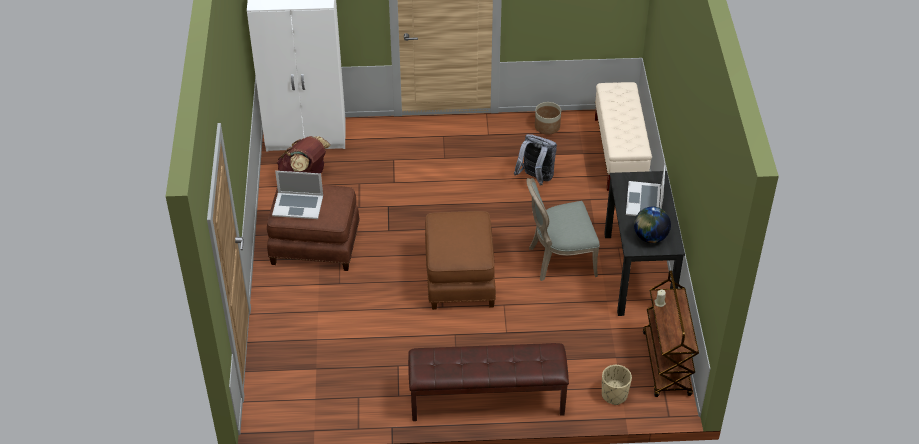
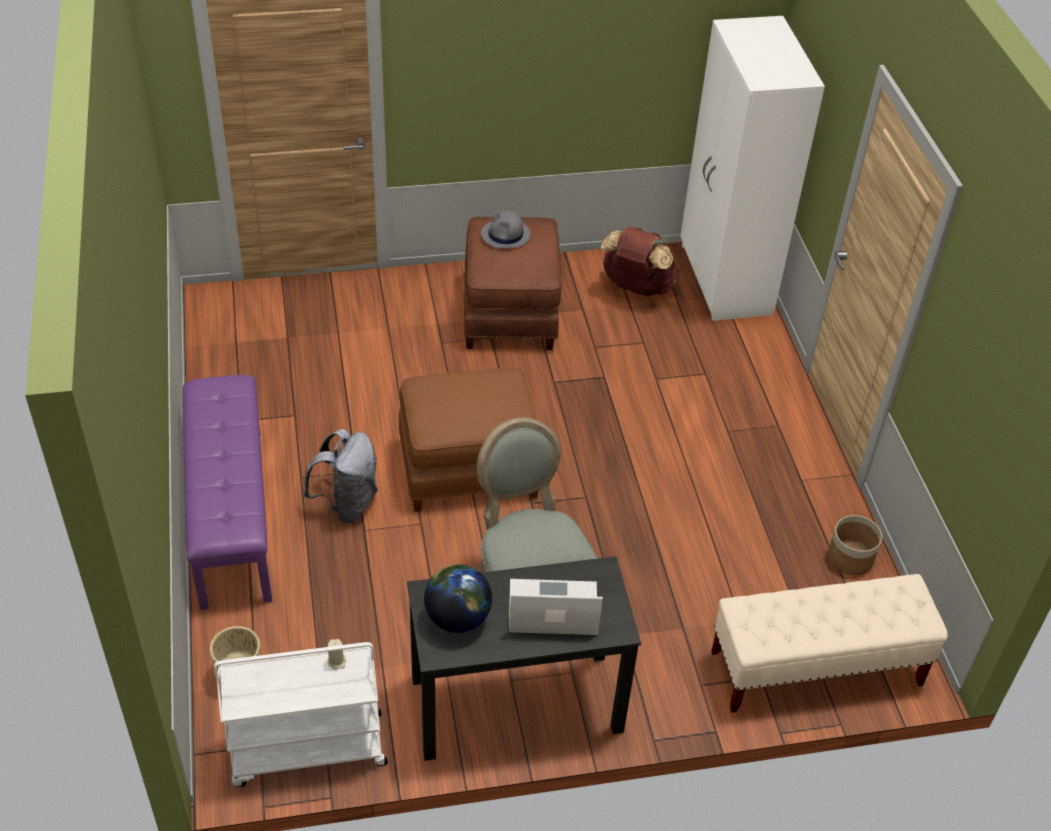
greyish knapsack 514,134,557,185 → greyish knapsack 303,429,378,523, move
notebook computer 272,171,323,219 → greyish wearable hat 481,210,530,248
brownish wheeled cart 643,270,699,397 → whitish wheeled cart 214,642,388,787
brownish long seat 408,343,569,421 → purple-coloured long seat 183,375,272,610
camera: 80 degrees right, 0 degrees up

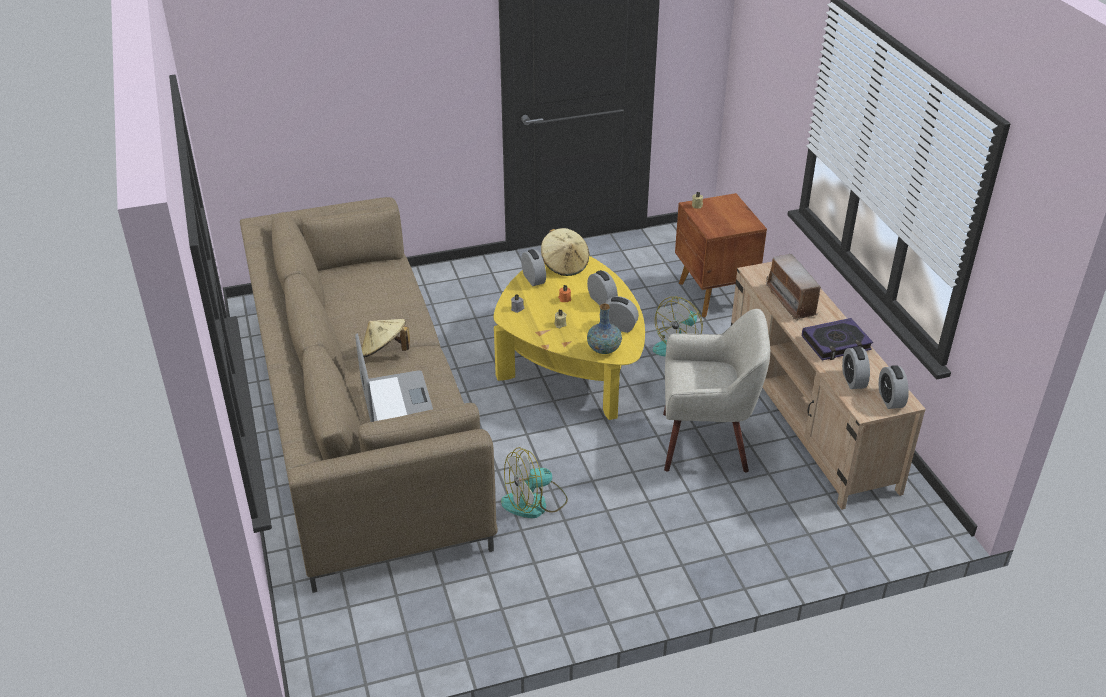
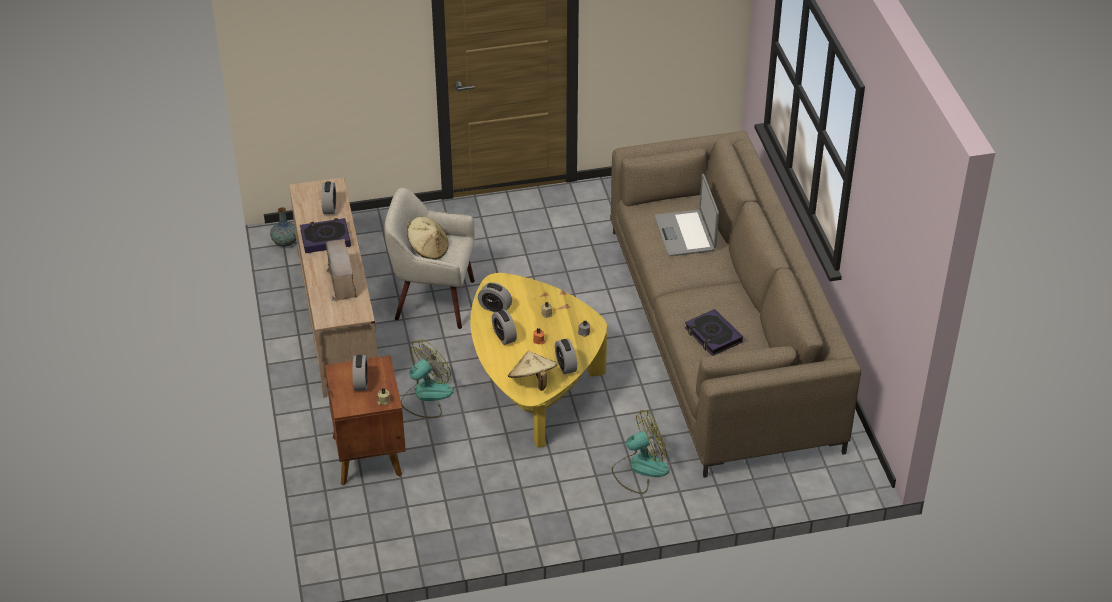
flower vase 587,304,622,354 → flower vase 270,207,296,247, move
sand-coloured wearable hat 362,319,410,358 → sand-coloured wearable hat 407,217,448,260, move
alarm clock 879,365,909,409 → alarm clock 352,355,368,391, move
fan 501,447,568,518 → fan 612,410,669,494, move
- → volume 685,309,743,356
camera: 175 degrees left, 5 degrees up

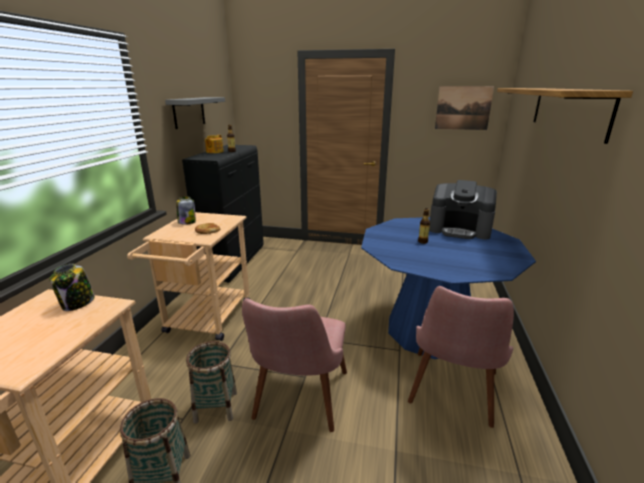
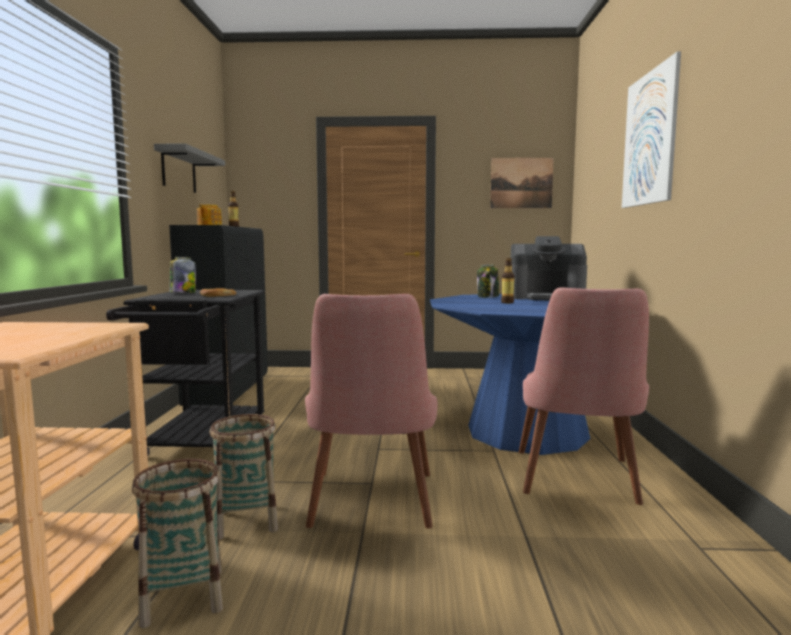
wall shelf 497,88,633,144 → wall picture 622,52,681,208
sand-coloured wheeled cart 127,212,250,341 → blackish wheeled cart 106,290,265,456
jar 49,264,95,311 → jar 477,265,499,298, move
camera: 10 degrees left, 15 degrees down

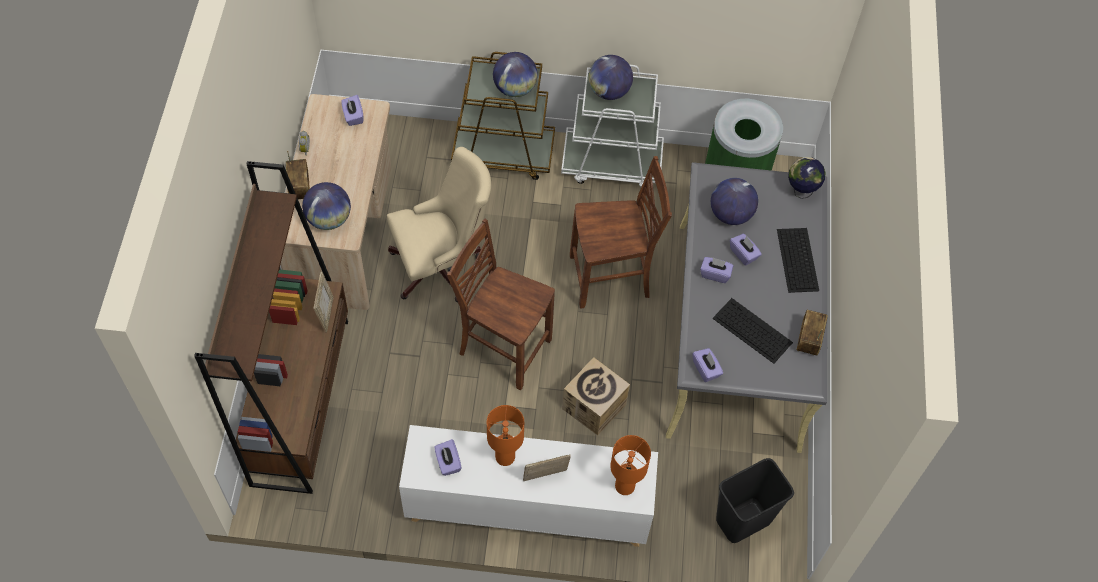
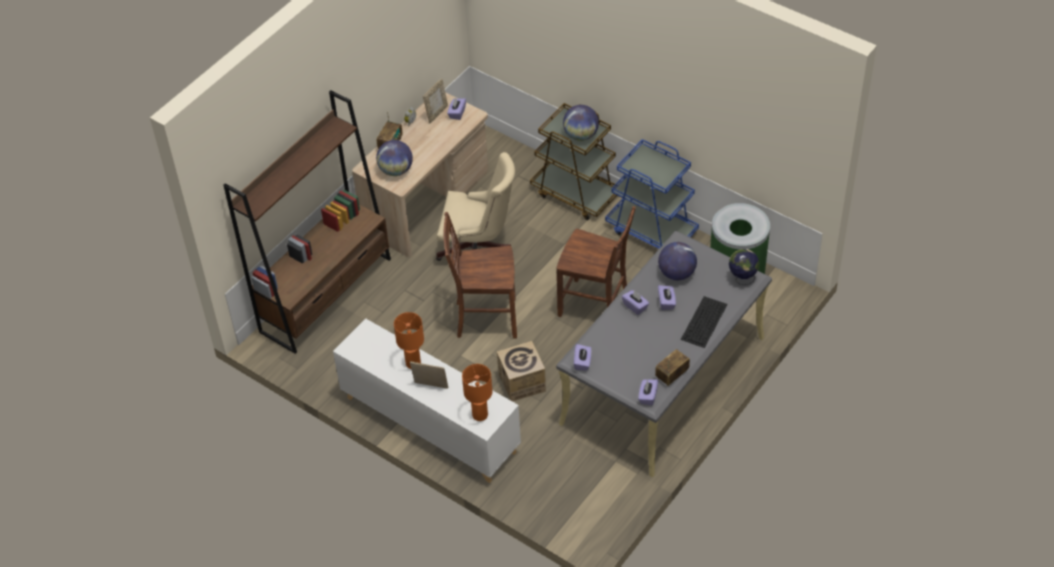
world globe 588,55,633,100 → -
whitish wheeled cart 561,64,664,187 → blue wheeled cart 605,139,699,249
brownish upright chair 447,219,555,390 → brownish upright chair 444,212,517,338, 60 degrees counterclockwise
standing frame 313,272,334,333 → standing frame 423,78,448,123, move
PC keyboard 712,298,793,364 → -
purple-coloured tissue holder 435,439,462,476 → purple-coloured tissue holder 638,379,658,405, move
blackish trash can 716,458,794,543 → -
camera: 35 degrees right, 10 degrees down

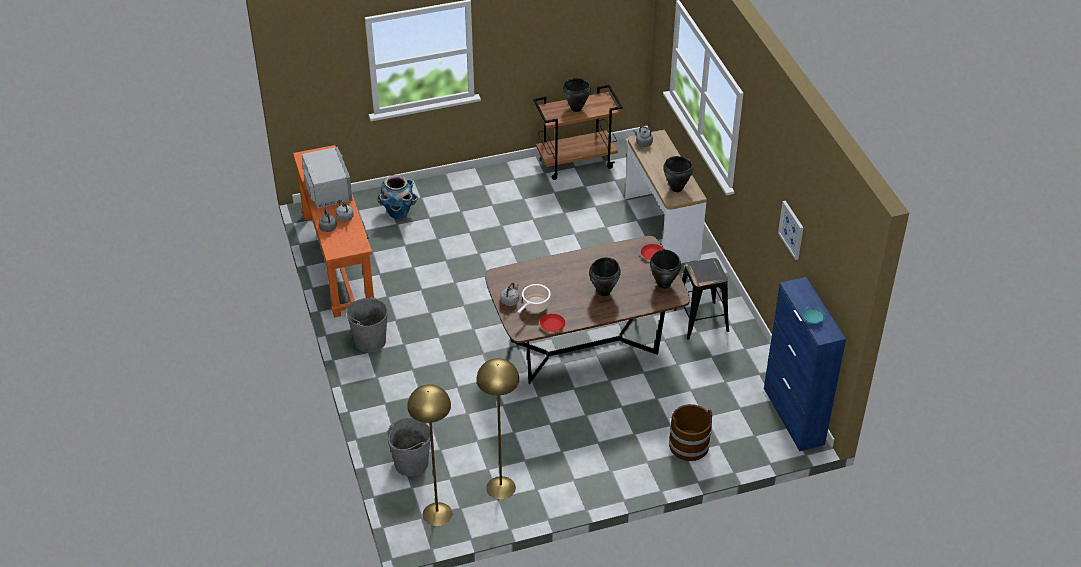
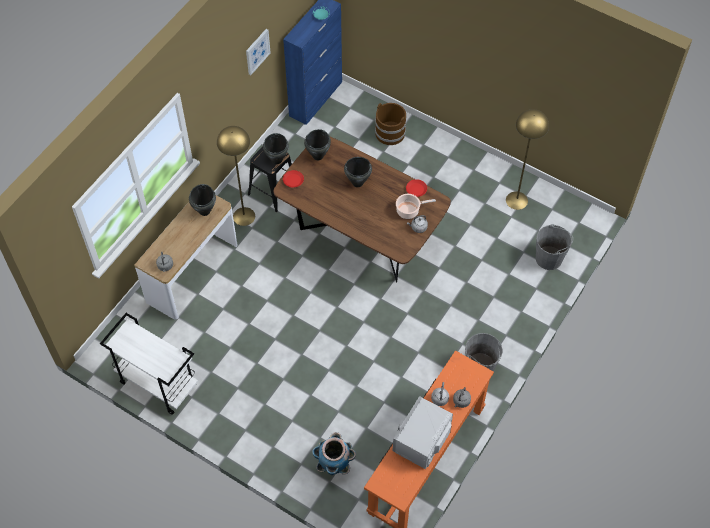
blackish saucepot 563,78,591,112 → blackish saucepot 263,133,289,164, move
brownish wheeled cart 533,85,623,180 → whitish wheeled cart 100,313,198,415
yellowish floor lamp 407,384,452,526 → yellowish floor lamp 217,126,255,226, move
camera: 130 degrees left, 15 degrees up

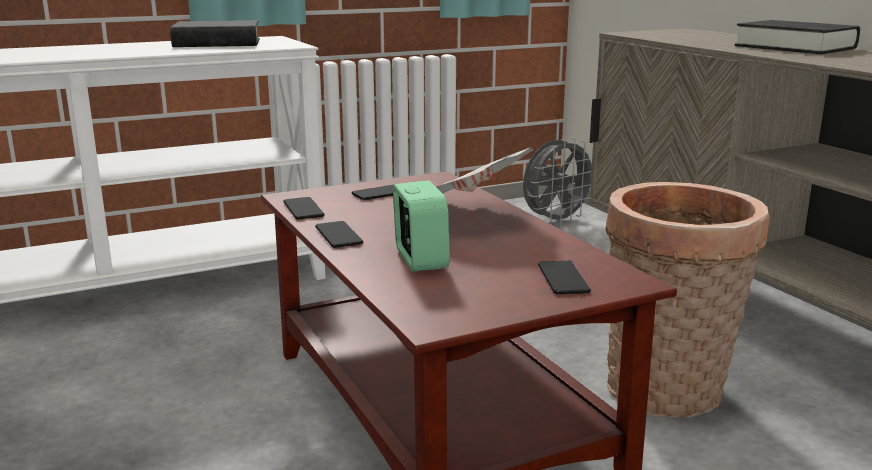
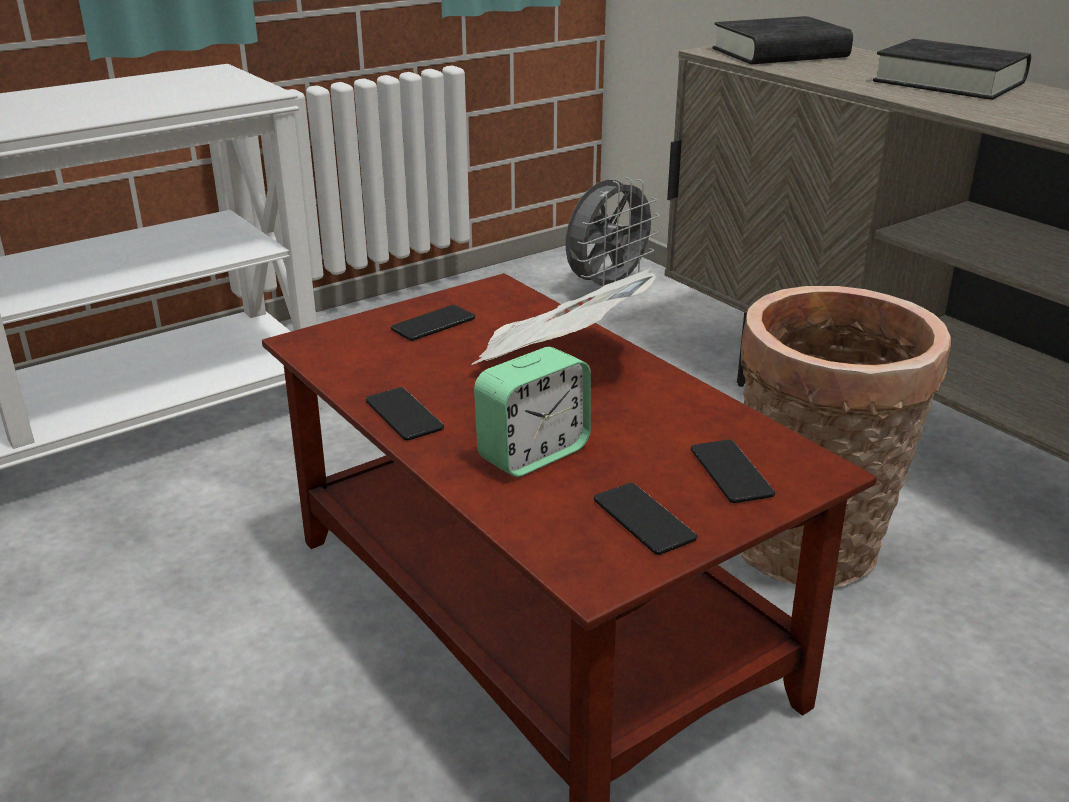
blackish volume 170,20,260,47 → blackish volume 713,16,853,64, move
alarm clock 393,180,450,272 → alarm clock 474,347,591,477, 75 degrees clockwise
handset 284,197,325,219 → handset 594,483,697,555, move
camera: 10 degrees left, 10 degrees up

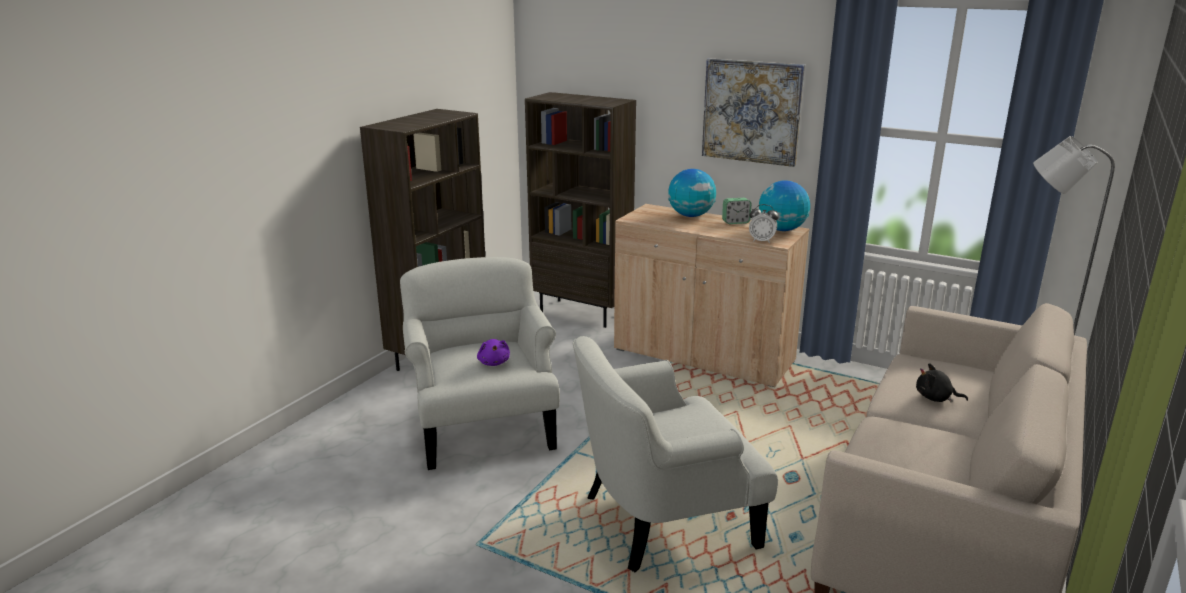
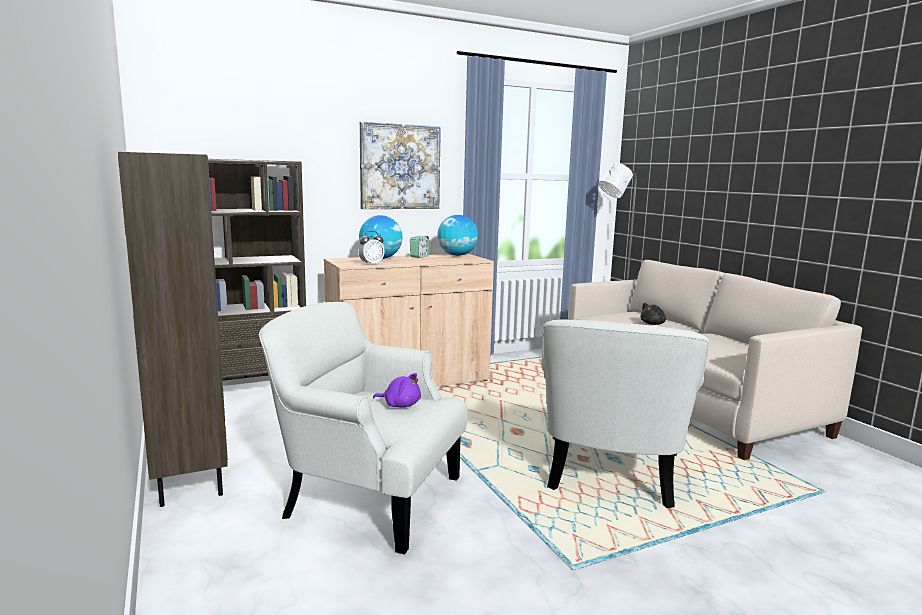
alarm clock 749,204,779,243 → alarm clock 358,231,385,266, move
camera: 55 degrees left, 10 degrees down

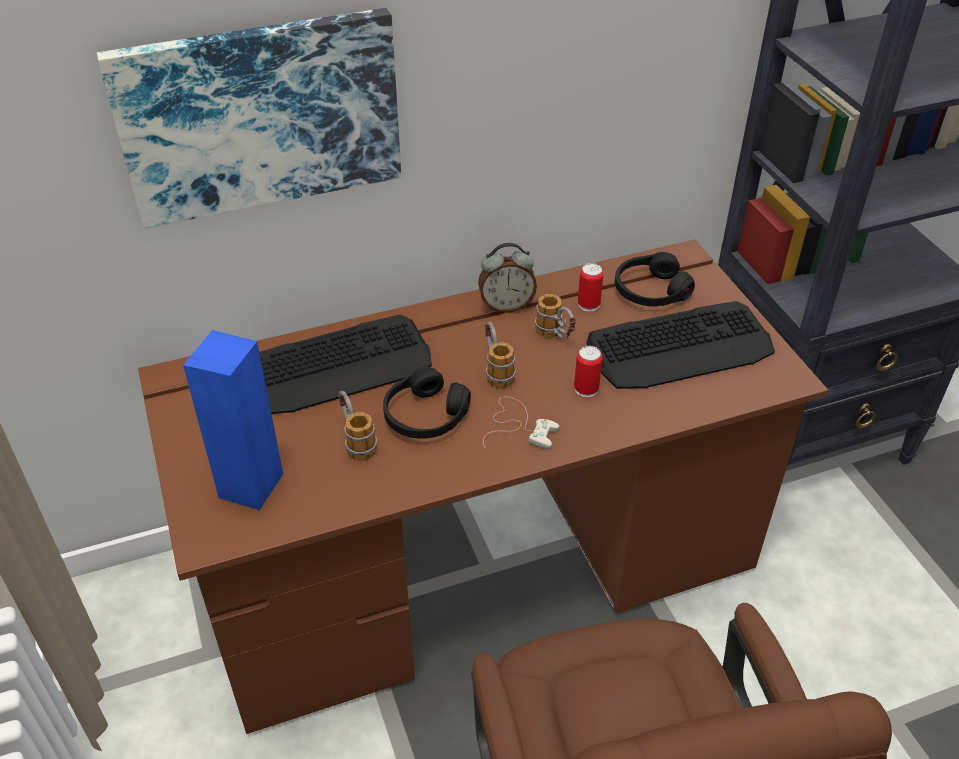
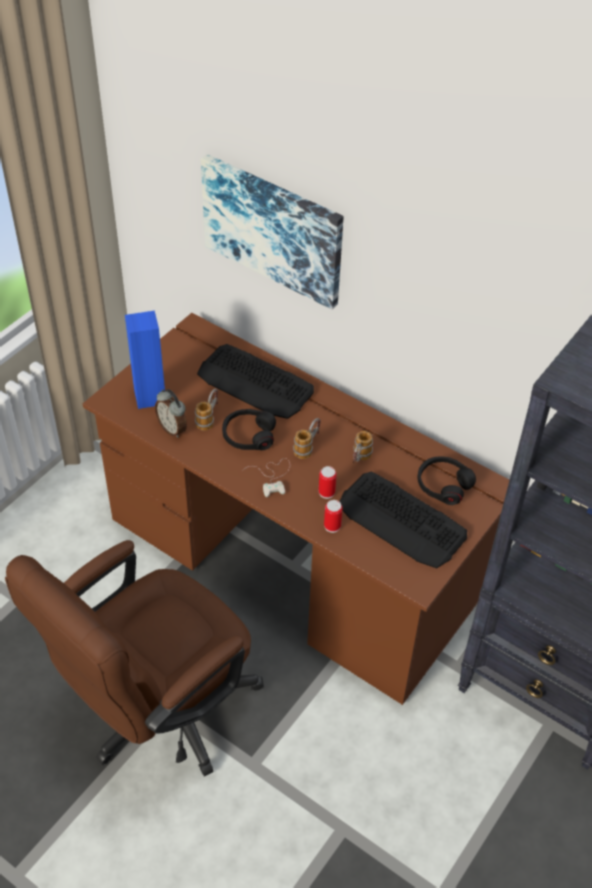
alarm clock 478,243,537,313 → alarm clock 155,389,187,438, move
metal can 578,263,604,312 → metal can 324,500,343,533, move
camera: 55 degrees right, 5 degrees up

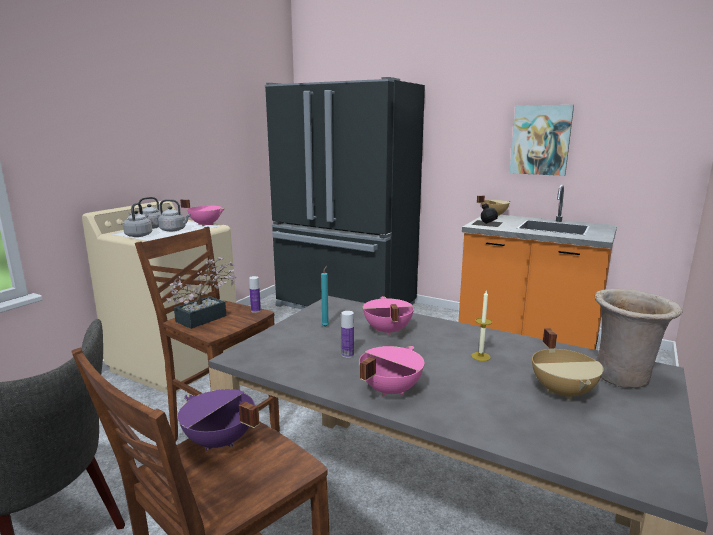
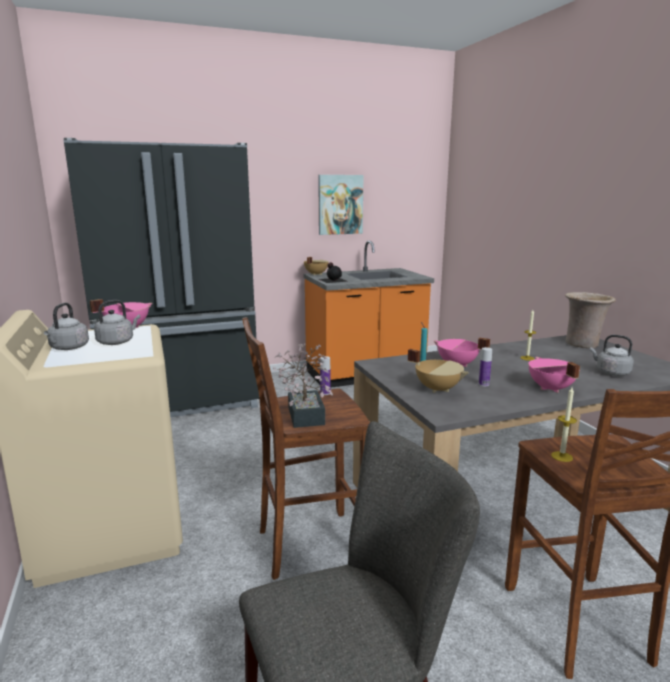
greyish water kettle 123,203,152,237 → greyish water kettle 590,335,634,376, move
sand-coloured saucepot 532,328,604,401 → sand-coloured saucepot 408,349,469,393, move
purple-coloured saucepot 178,389,260,451 → wax light 551,387,577,462
camera: 50 degrees left, 0 degrees up

